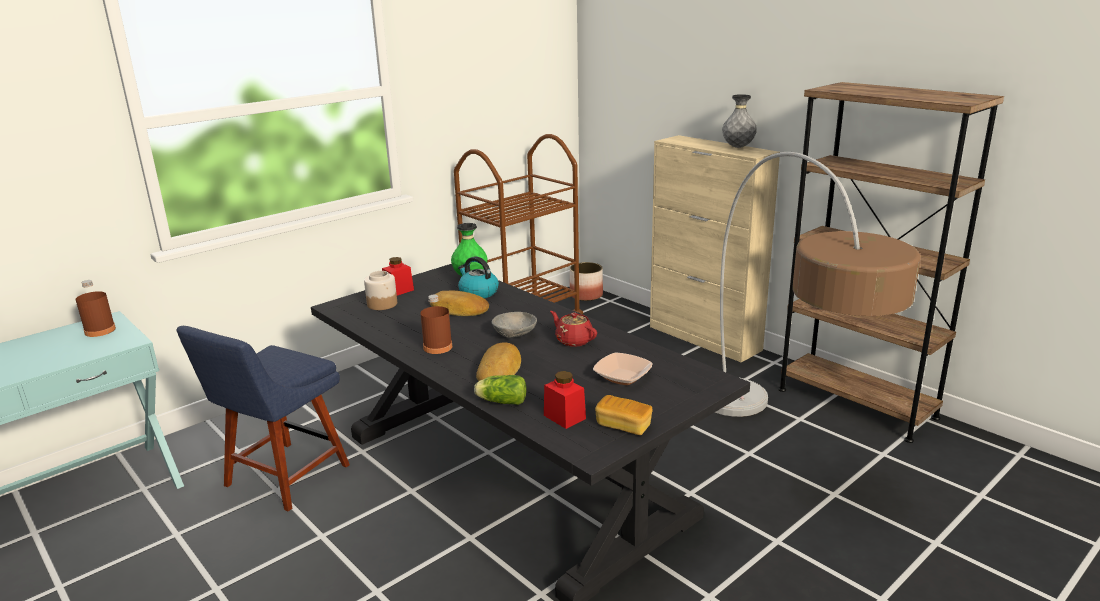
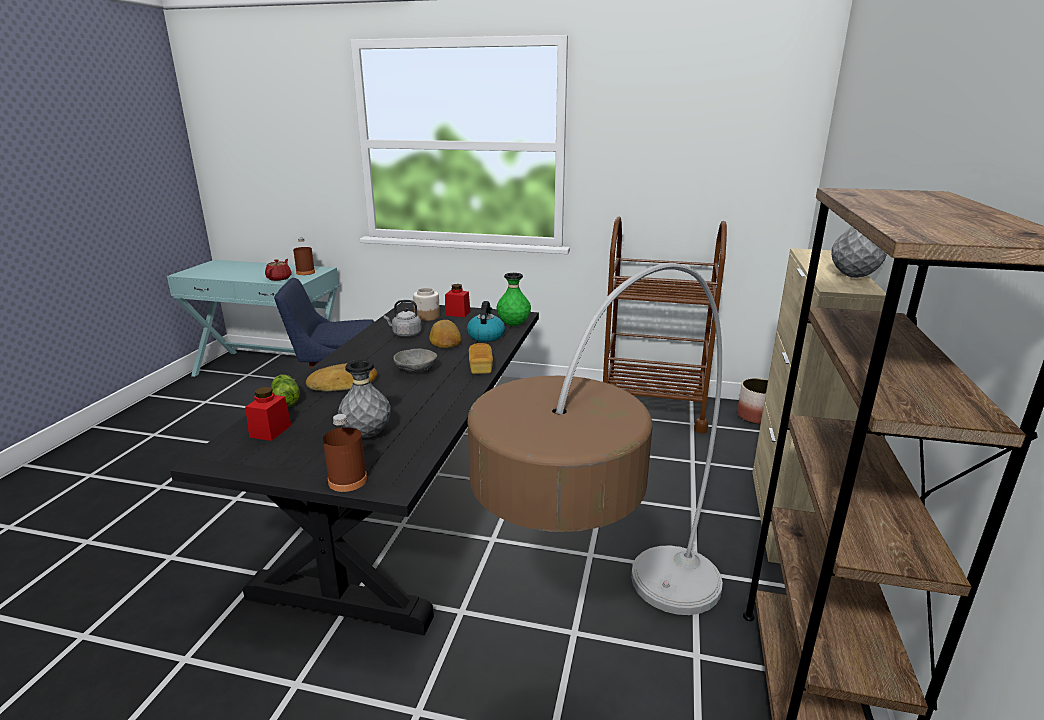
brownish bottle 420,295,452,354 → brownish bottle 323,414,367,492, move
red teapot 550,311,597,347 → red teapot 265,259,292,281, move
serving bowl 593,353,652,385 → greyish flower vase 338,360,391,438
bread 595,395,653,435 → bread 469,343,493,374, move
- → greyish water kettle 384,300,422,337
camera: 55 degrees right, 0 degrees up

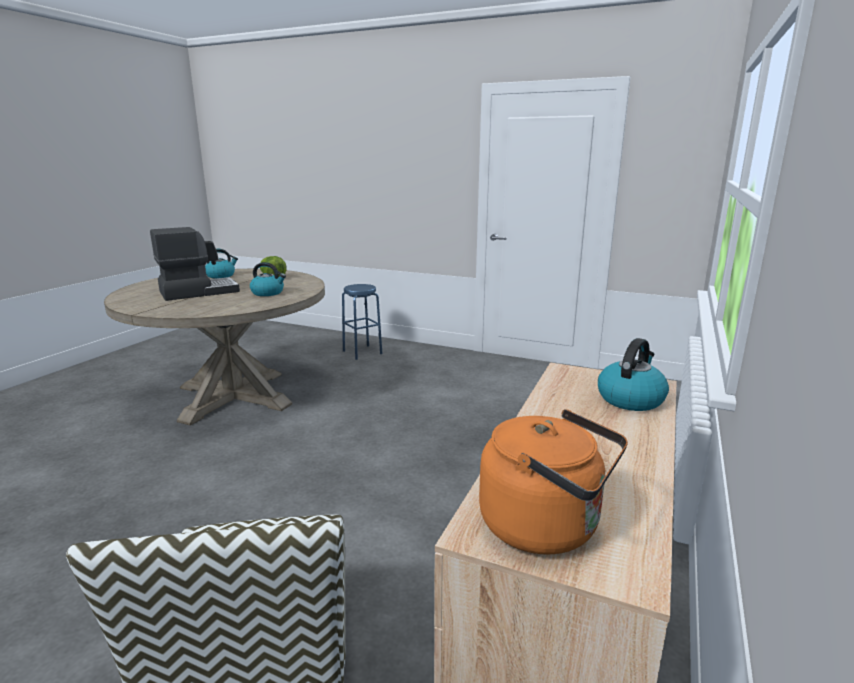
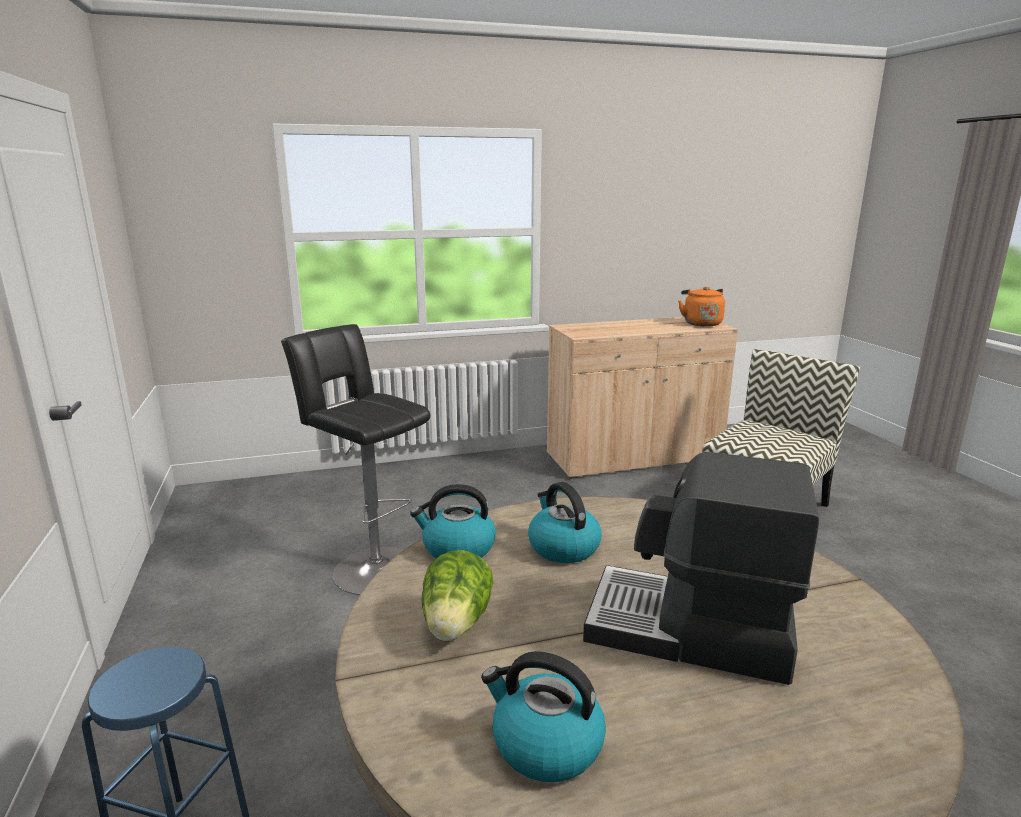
water kettle 598,338,669,411 → water kettle 410,484,496,559, move
- → blackish stool seat 281,324,431,595
camera: 130 degrees left, 0 degrees up

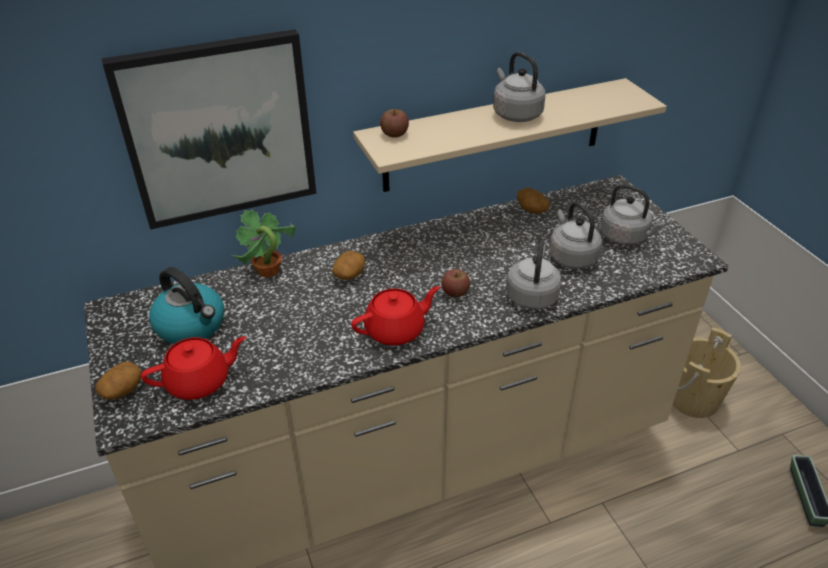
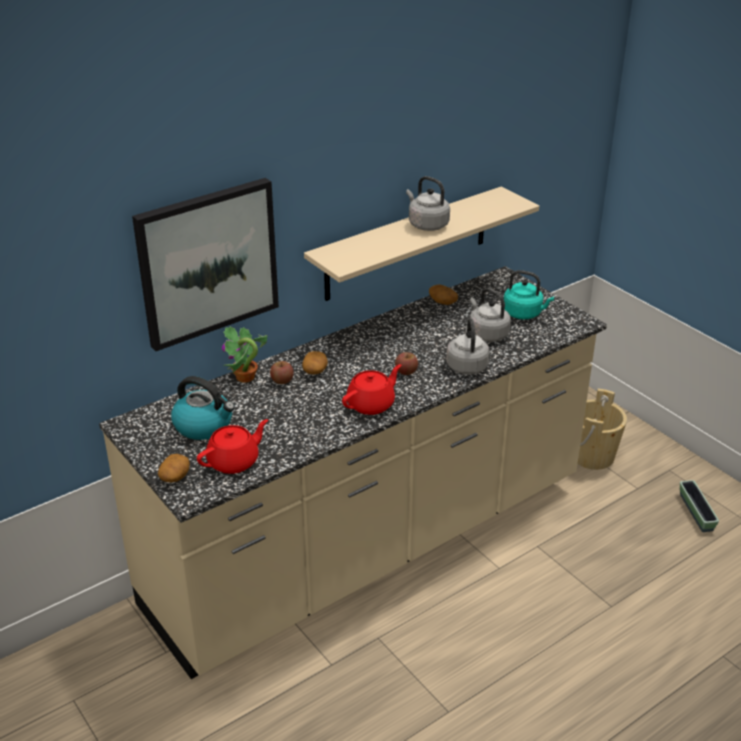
apple 380,109,409,138 → apple 270,361,294,384, move
greyish water kettle 600,184,665,245 → turquoise water kettle 504,270,554,319
camera: 15 degrees left, 5 degrees down

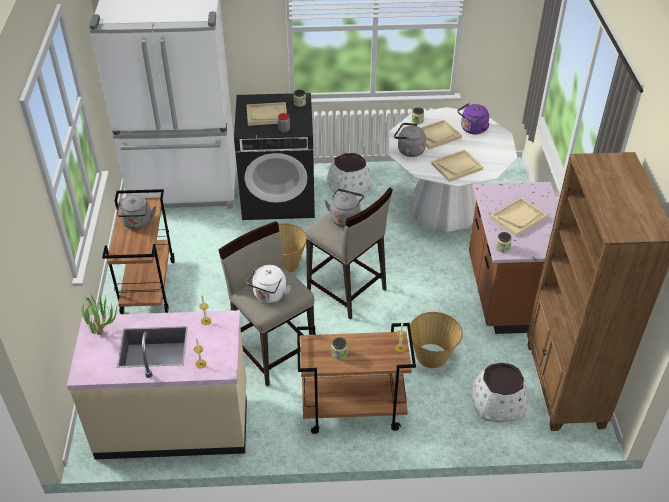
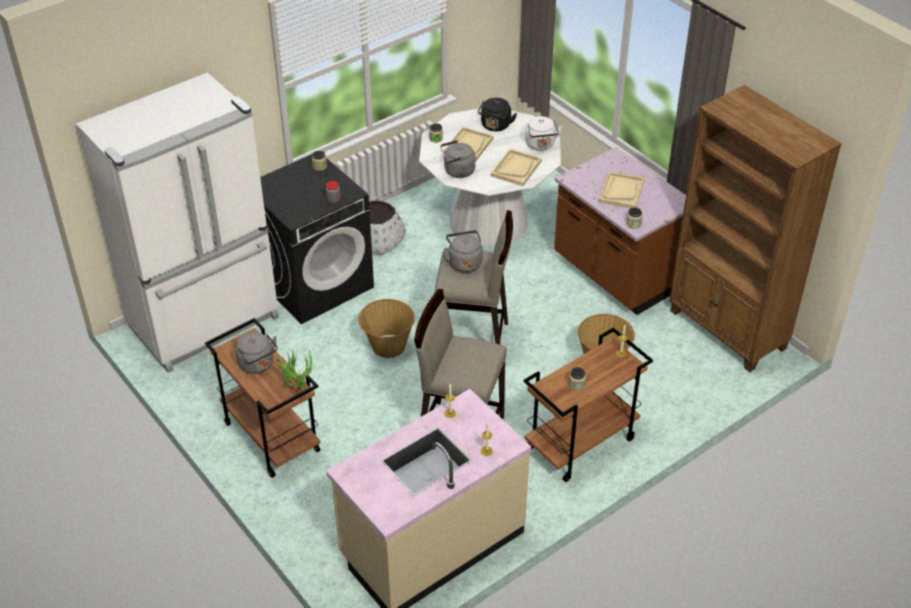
sand-coloured tray 247,102,287,126 → -
purple-coloured water kettle 457,103,489,135 → blackish water kettle 478,98,517,131
whitish water kettle 247,265,291,303 → whitish water kettle 525,116,562,151, move
houseplant 81,294,117,335 → houseplant 273,348,313,391, move
whitish planter 472,363,528,423 → -
camera: 35 degrees left, 0 degrees up

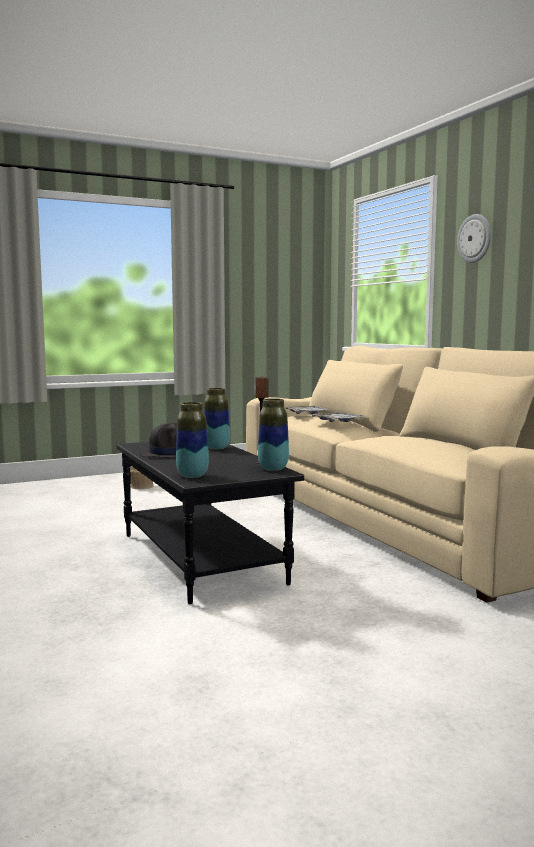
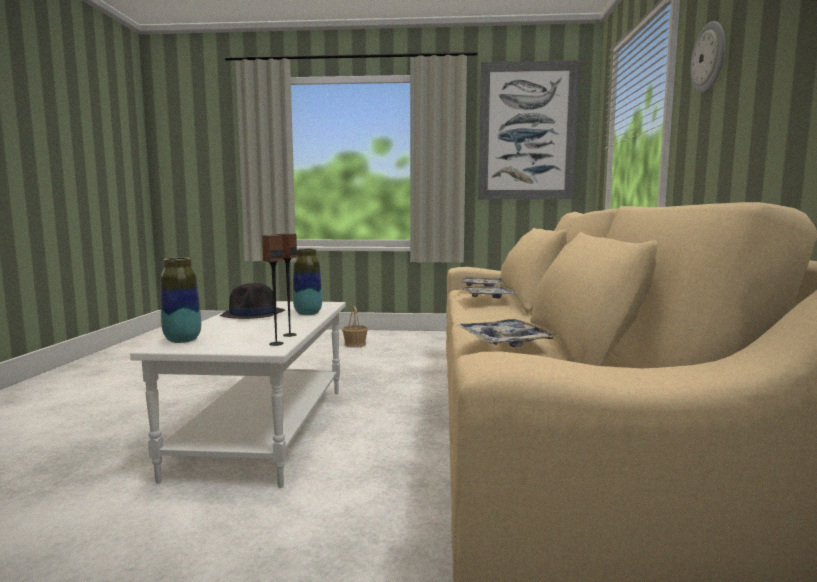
flower vase 258,398,289,471 → audio speaker 262,235,284,346
blackish lounge table 116,442,304,604 → whitish lounge table 130,301,346,488
- → wall picture 478,60,580,200
- → tray 457,319,559,347
camera: 30 degrees right, 0 degrees up

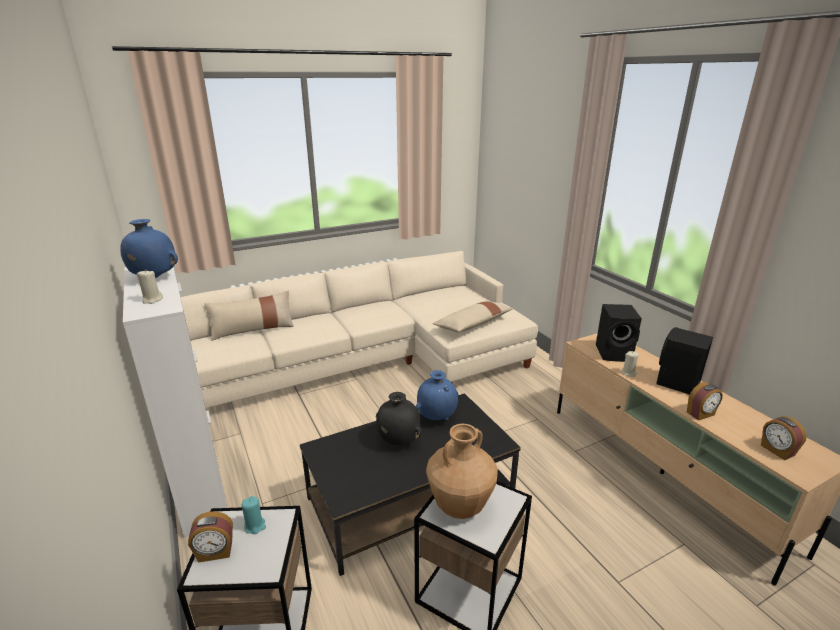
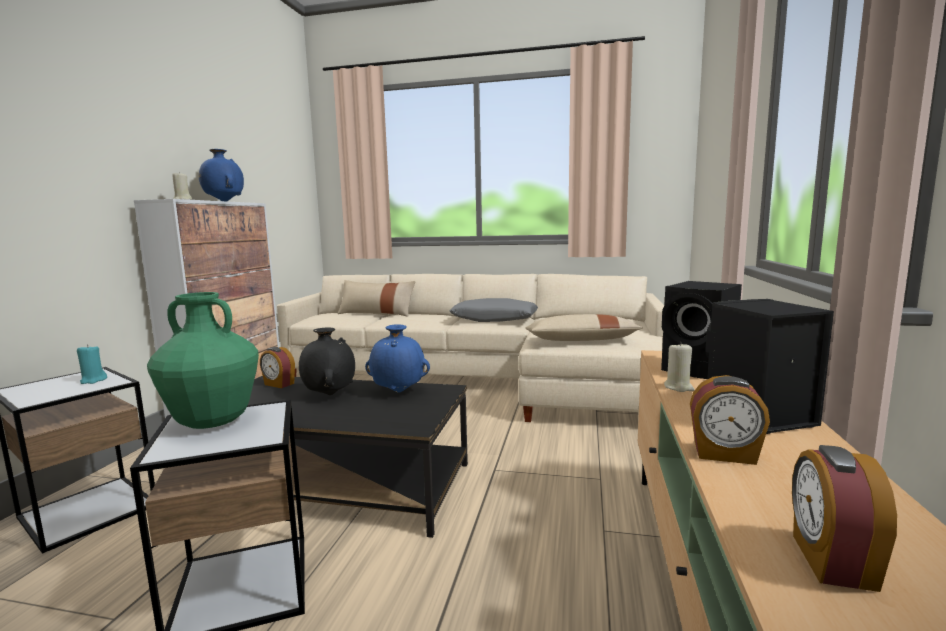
brownish flower vase 426,423,498,519 → green-coloured flower vase 147,292,259,429
alarm clock 188,511,233,563 → alarm clock 260,347,295,388, move
- → greyish pillow 450,298,538,322
camera: 40 degrees right, 15 degrees down

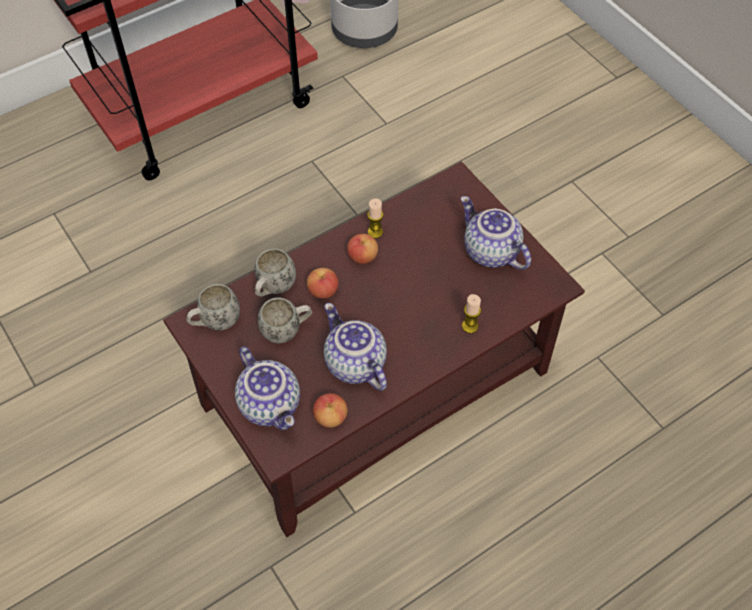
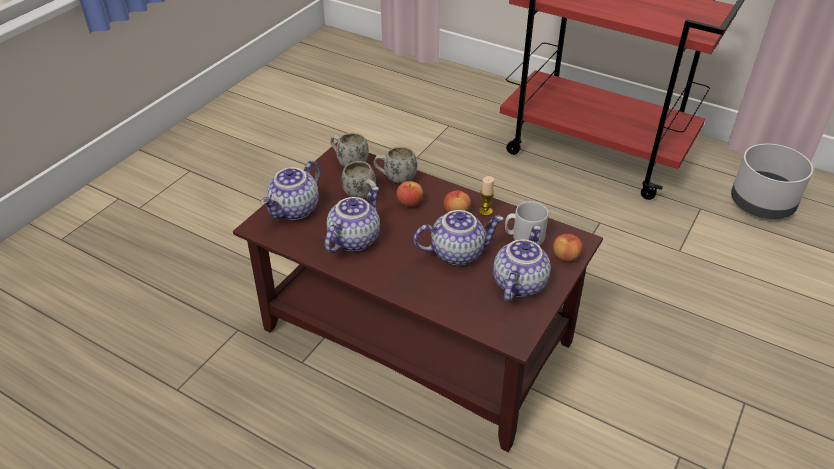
wax light 462,294,481,334 → -
apple 313,393,348,428 → apple 553,234,583,262, move
- → greyish mug 505,201,548,245
- → teapot 414,210,504,266
camera: 65 degrees right, 15 degrees down

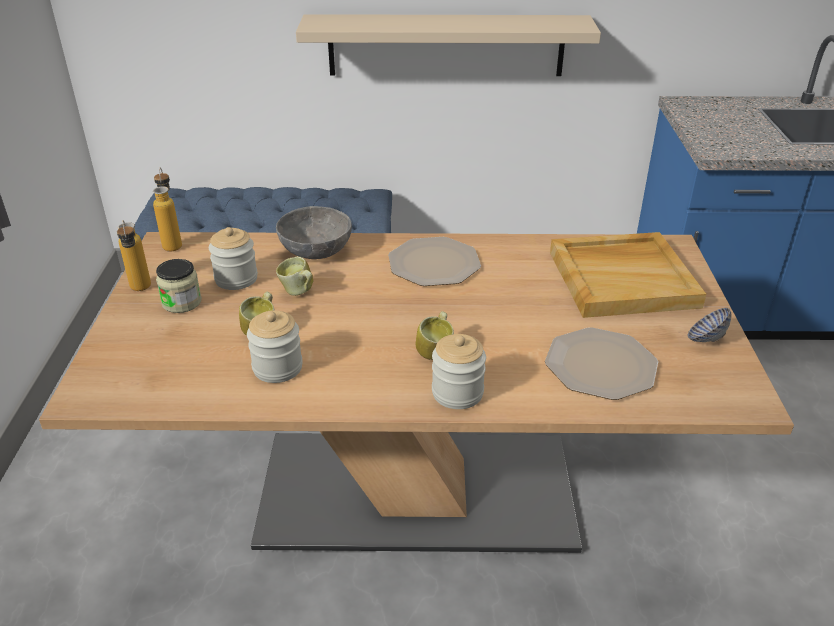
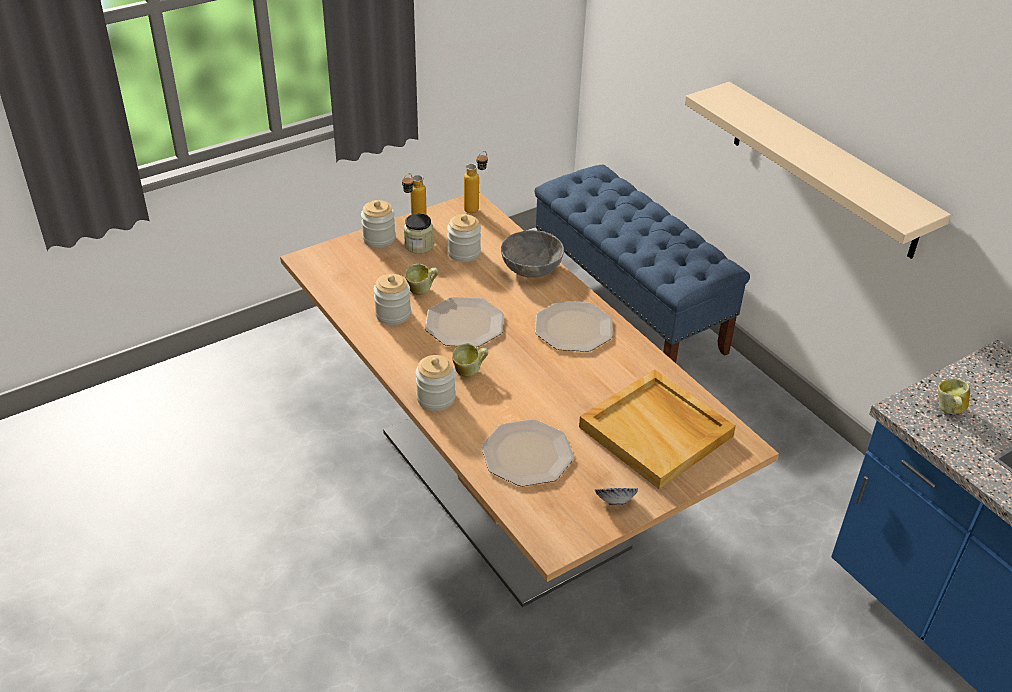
mug 276,256,313,296 → mug 938,379,970,414, move
- → jar 361,200,396,248
- → flat dish 425,297,504,347
camera: 55 degrees right, 5 degrees up

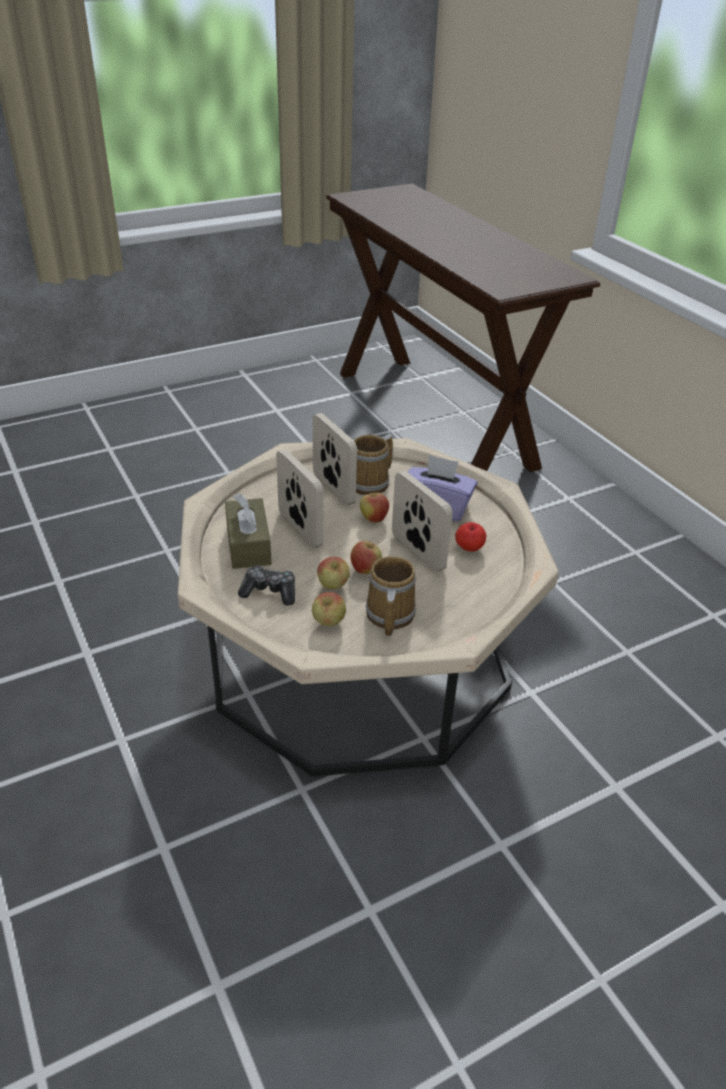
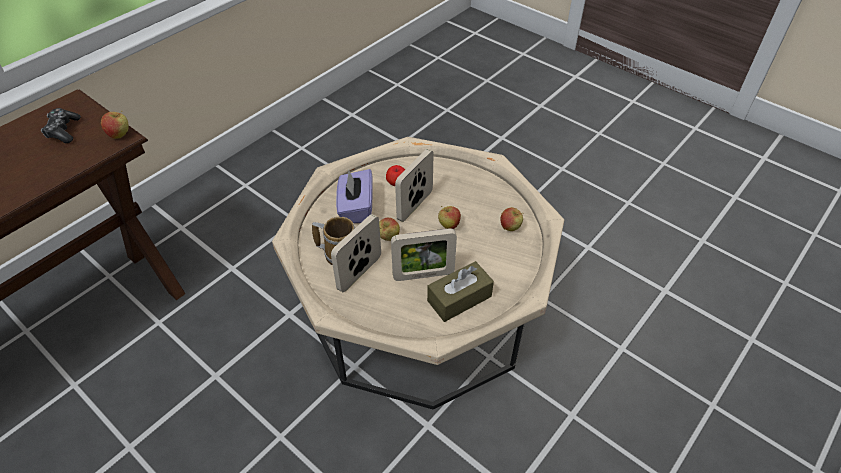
standing frame 276,449,323,548 → standing frame 391,228,457,281, 135 degrees counterclockwise
mug 365,556,416,637 → -
apple 317,557,350,589 → apple 101,111,129,139, move
game controller 238,566,295,606 → game controller 41,108,81,143, move
camera: 110 degrees left, 10 degrees up

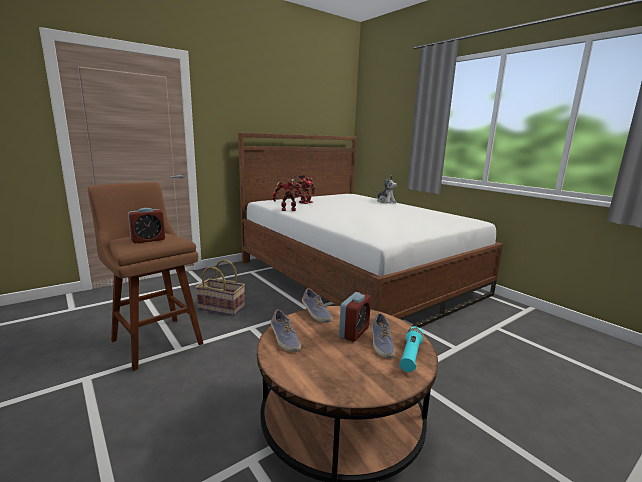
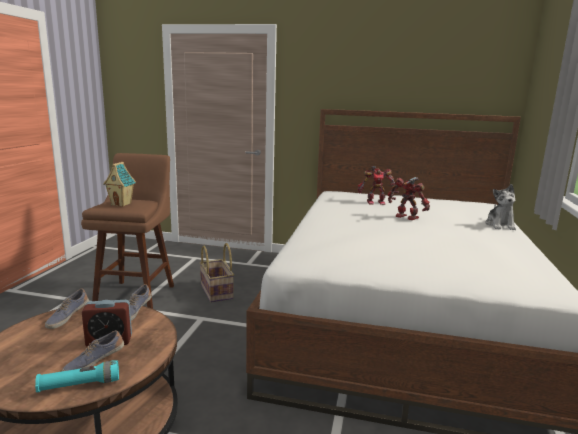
robot figure 272,179,305,211 → robot figure 388,177,430,220, move
alarm clock 128,208,165,243 → miniature house 103,162,136,207
camera: 50 degrees right, 0 degrees up

